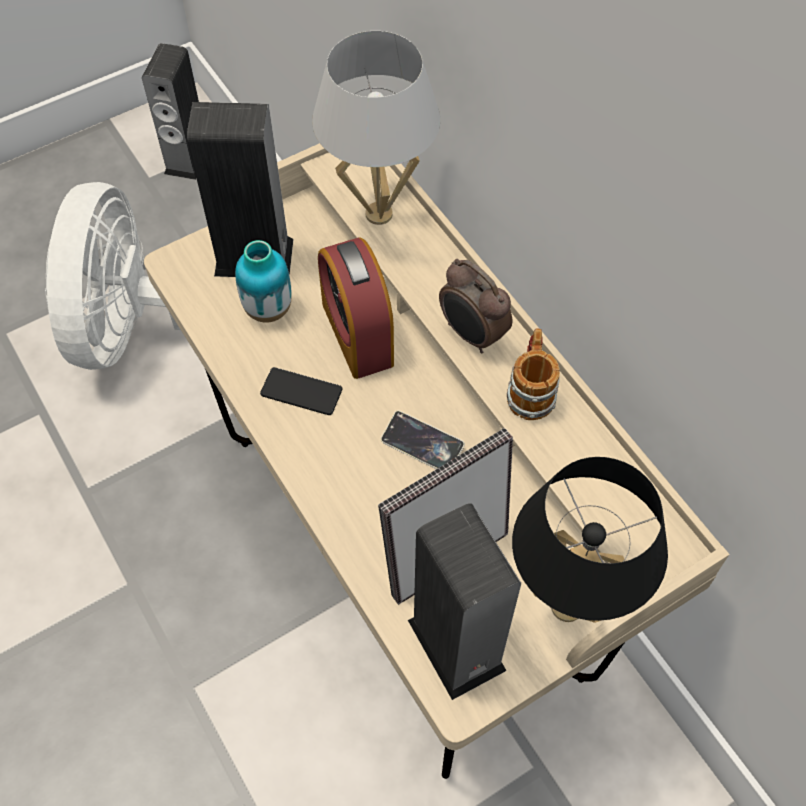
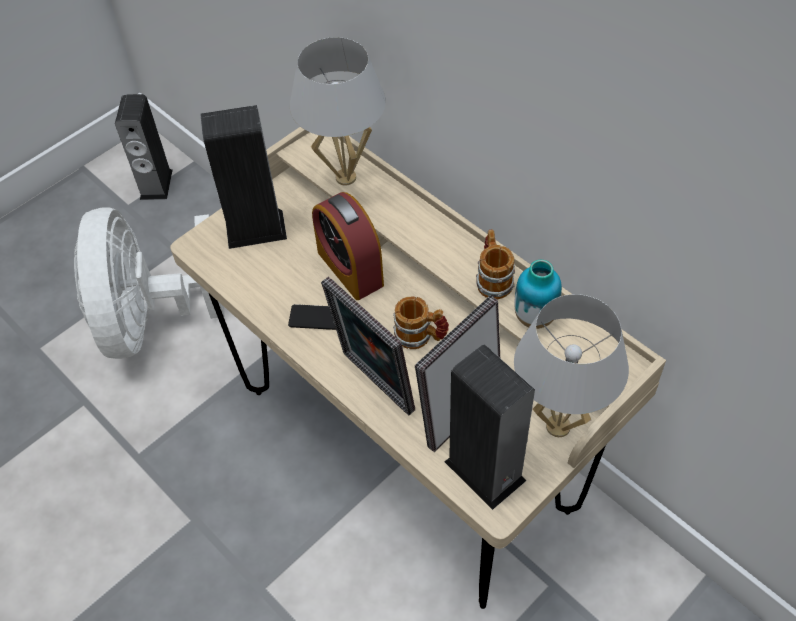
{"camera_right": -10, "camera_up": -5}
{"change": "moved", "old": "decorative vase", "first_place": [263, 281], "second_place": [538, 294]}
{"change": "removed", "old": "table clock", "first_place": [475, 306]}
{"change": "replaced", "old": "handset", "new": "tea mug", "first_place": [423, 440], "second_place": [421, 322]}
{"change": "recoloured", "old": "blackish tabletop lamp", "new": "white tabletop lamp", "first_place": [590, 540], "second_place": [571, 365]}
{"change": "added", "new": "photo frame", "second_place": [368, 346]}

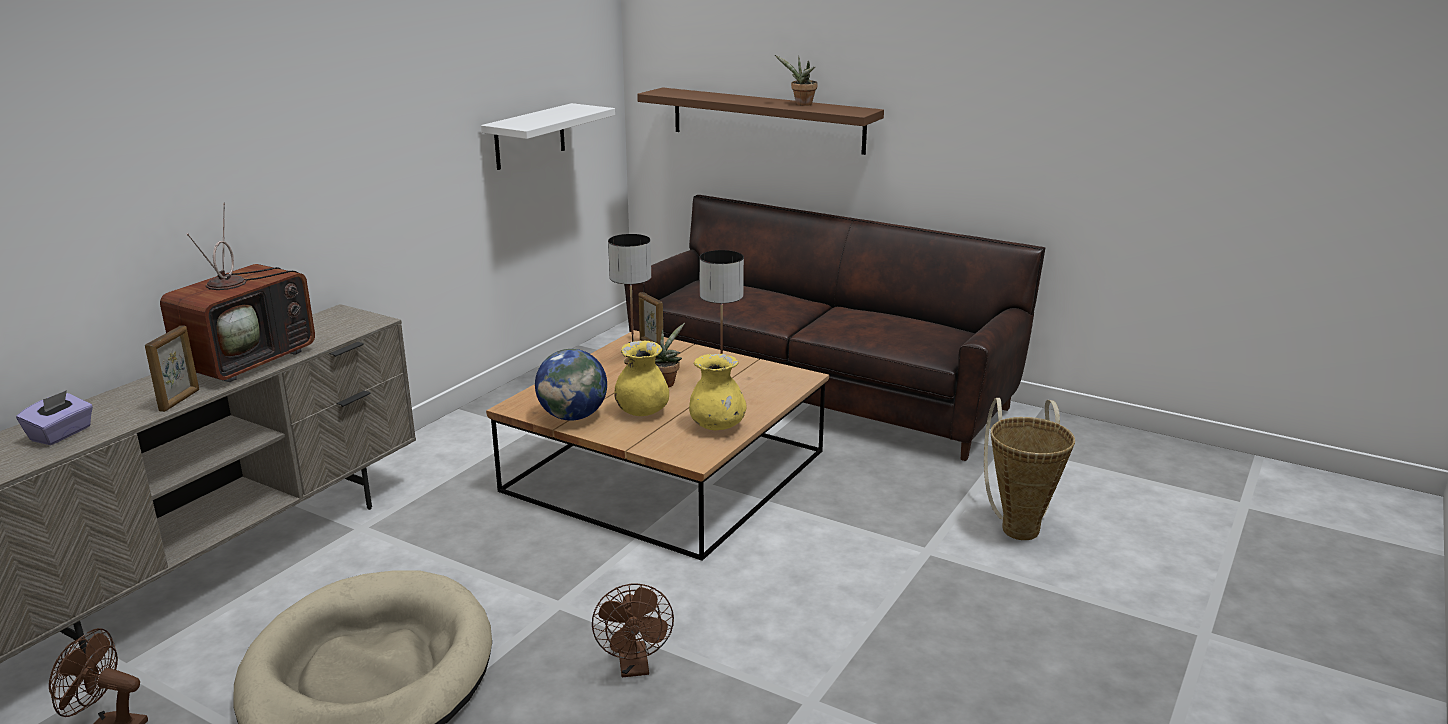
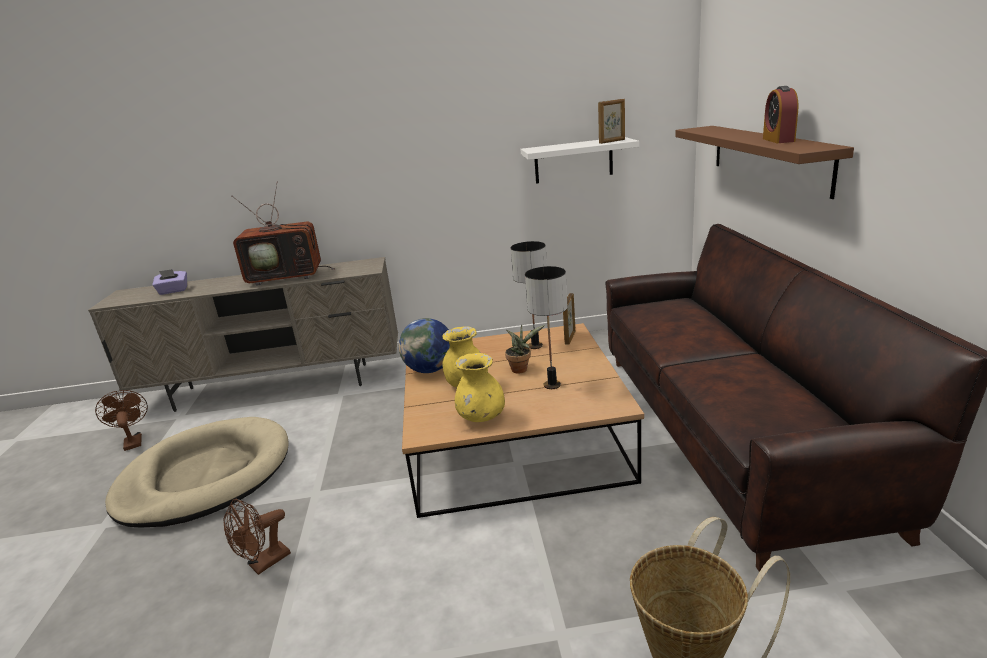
{"camera_right": 55, "camera_up": 0}
{"change": "replaced", "old": "houseplant", "new": "table clock", "first_place": [796, 80], "second_place": [781, 114]}
{"change": "moved", "old": "photo frame", "first_place": [172, 369], "second_place": [611, 121]}

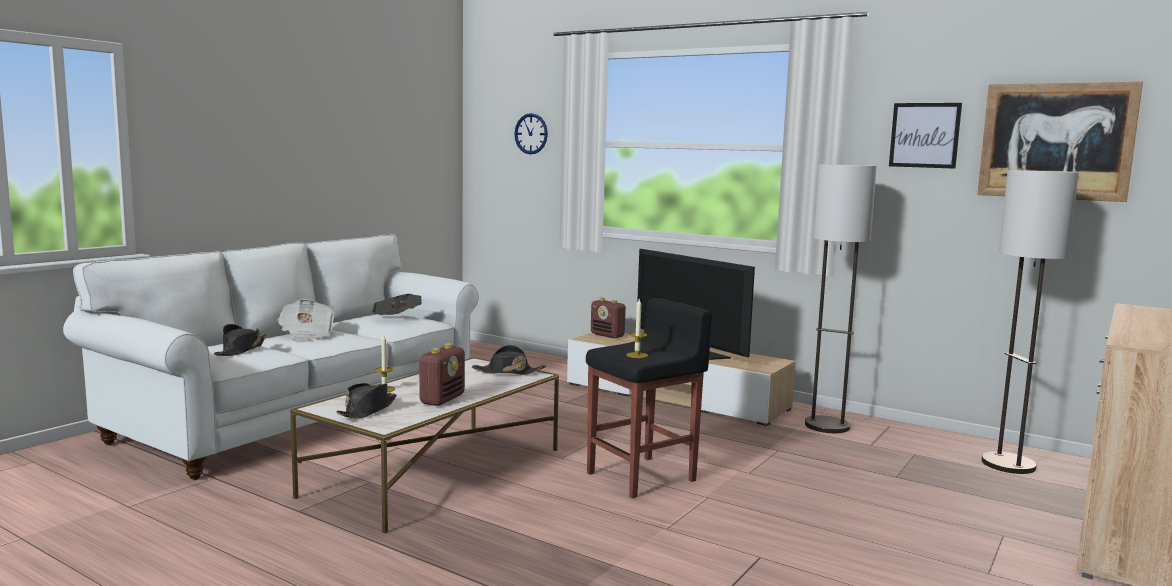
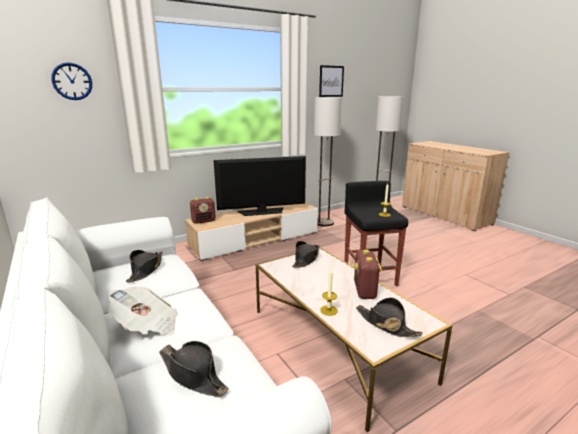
{"camera_right": -65, "camera_up": 10}
{"change": "removed", "old": "wall art", "first_place": [1060, 142]}
{"change": "replaced", "old": "newspaper", "new": "blackish hat", "first_place": [397, 304], "second_place": [144, 266]}
{"change": "turned", "old": "radio set", "first_place": [442, 374], "second_place": [368, 274], "degrees": -135}

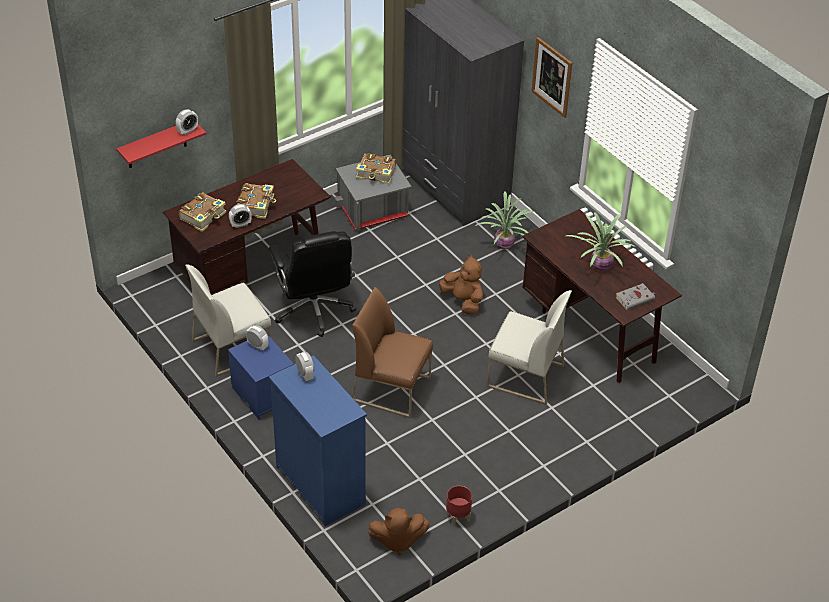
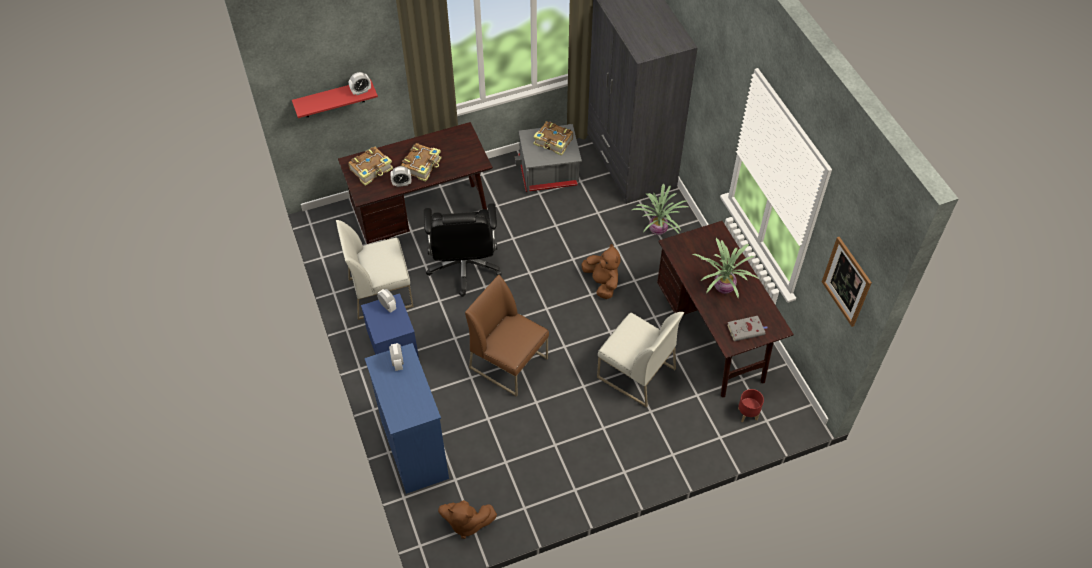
{"camera_right": 15, "camera_up": 10}
{"change": "moved", "old": "wall art", "first_place": [551, 77], "second_place": [847, 282]}
{"change": "moved", "old": "red planter", "first_place": [459, 506], "second_place": [751, 405]}

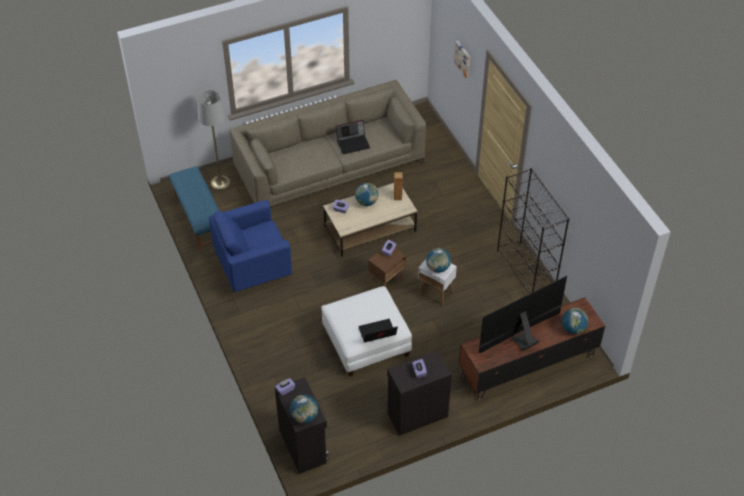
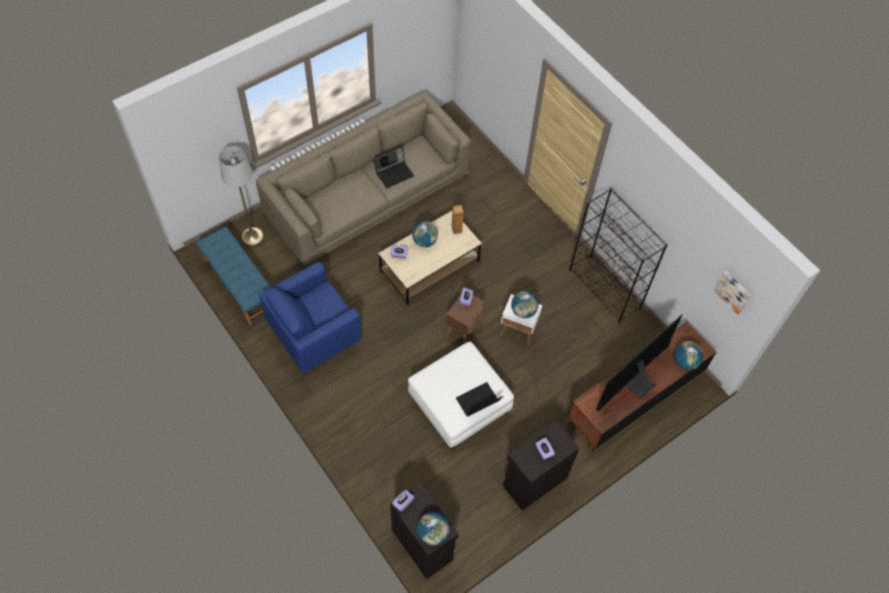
{"camera_right": -15, "camera_up": 10}
{"change": "moved", "old": "wall art", "first_place": [462, 59], "second_place": [732, 292]}

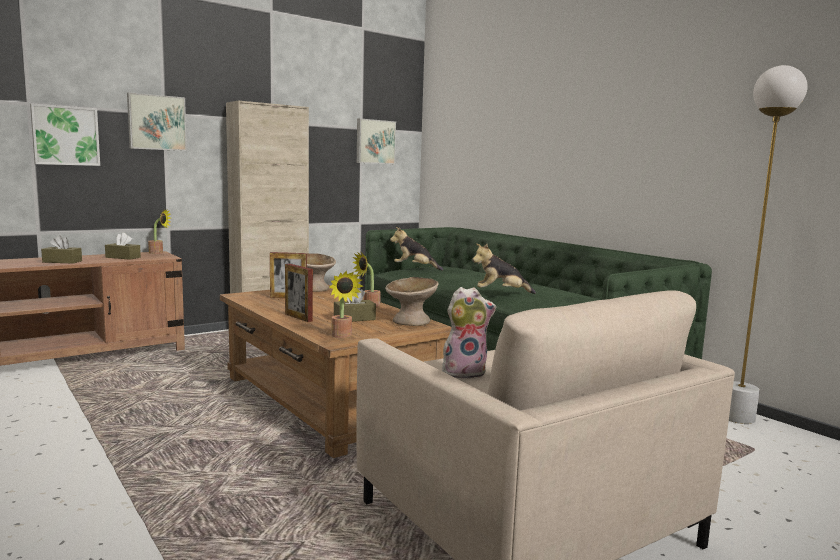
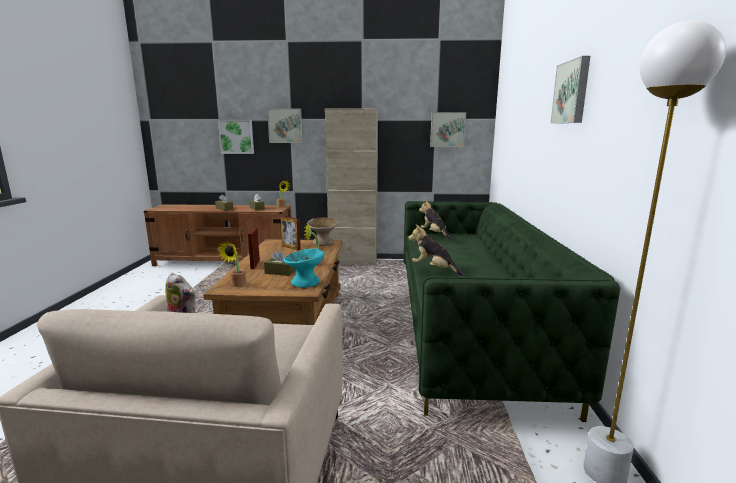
{"camera_right": 40, "camera_up": 5}
{"change": "recoloured", "old": "beige-coloured bowl", "new": "turquoise bowl", "first_place": [412, 301], "second_place": [304, 268]}
{"change": "added", "new": "wall art", "second_place": [570, 90]}

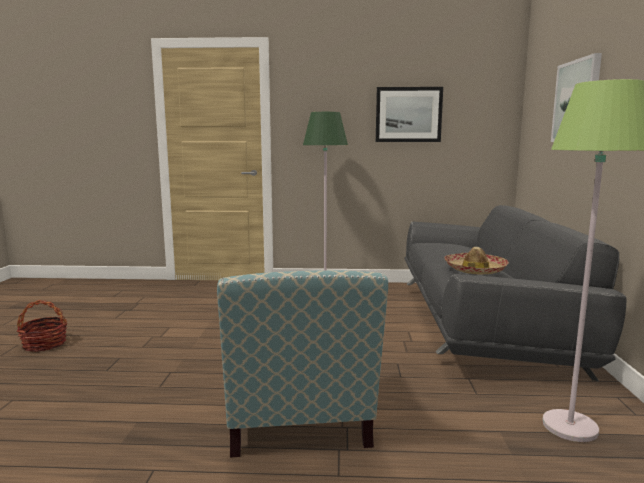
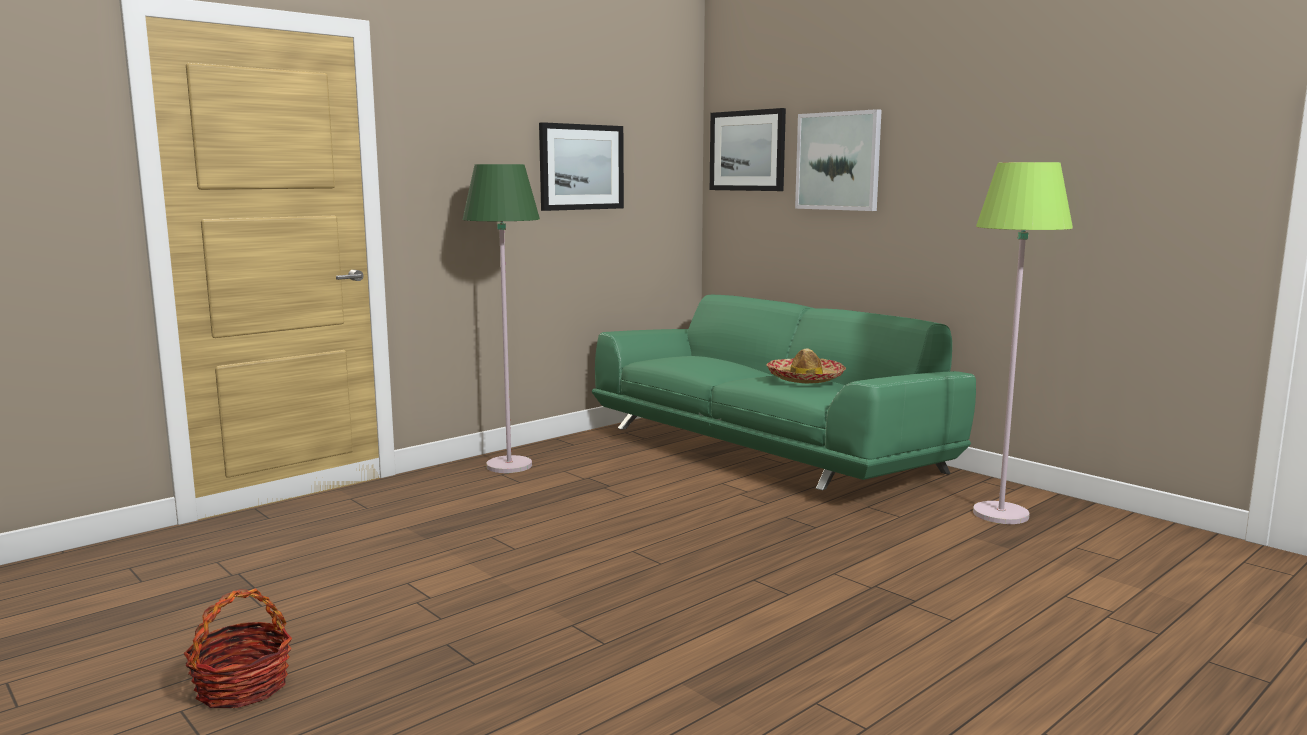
{"camera_right": -45, "camera_up": 0}
{"change": "recoloured", "old": "greyish sofa", "new": "greenish sofa", "first_place": [515, 293], "second_place": [784, 392]}
{"change": "removed", "old": "easy chair", "first_place": [302, 364]}
{"change": "added", "new": "wall art", "second_place": [748, 149]}

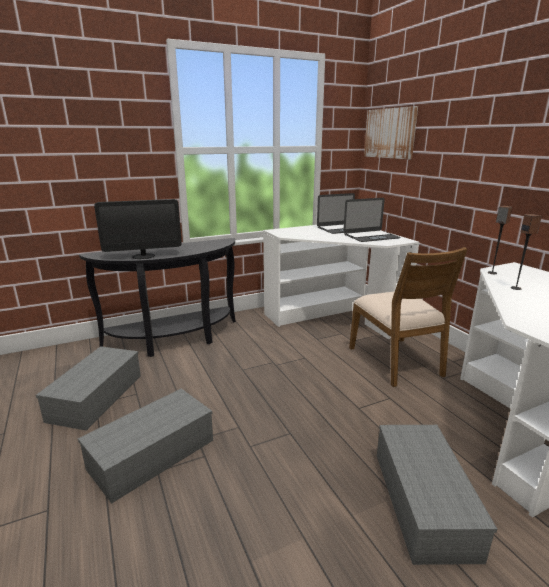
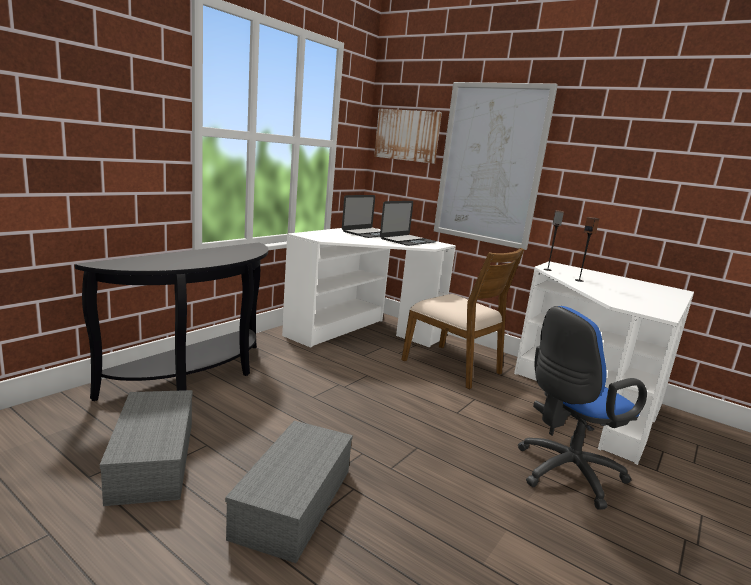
{"camera_right": -30, "camera_up": -5}
{"change": "removed", "old": "computer screen", "first_place": [137, 229]}
{"change": "replaced", "old": "greyish storage container", "new": "blue-coloured desk chair", "first_place": [437, 495], "second_place": [582, 408]}
{"change": "added", "new": "wall art", "second_place": [496, 166]}

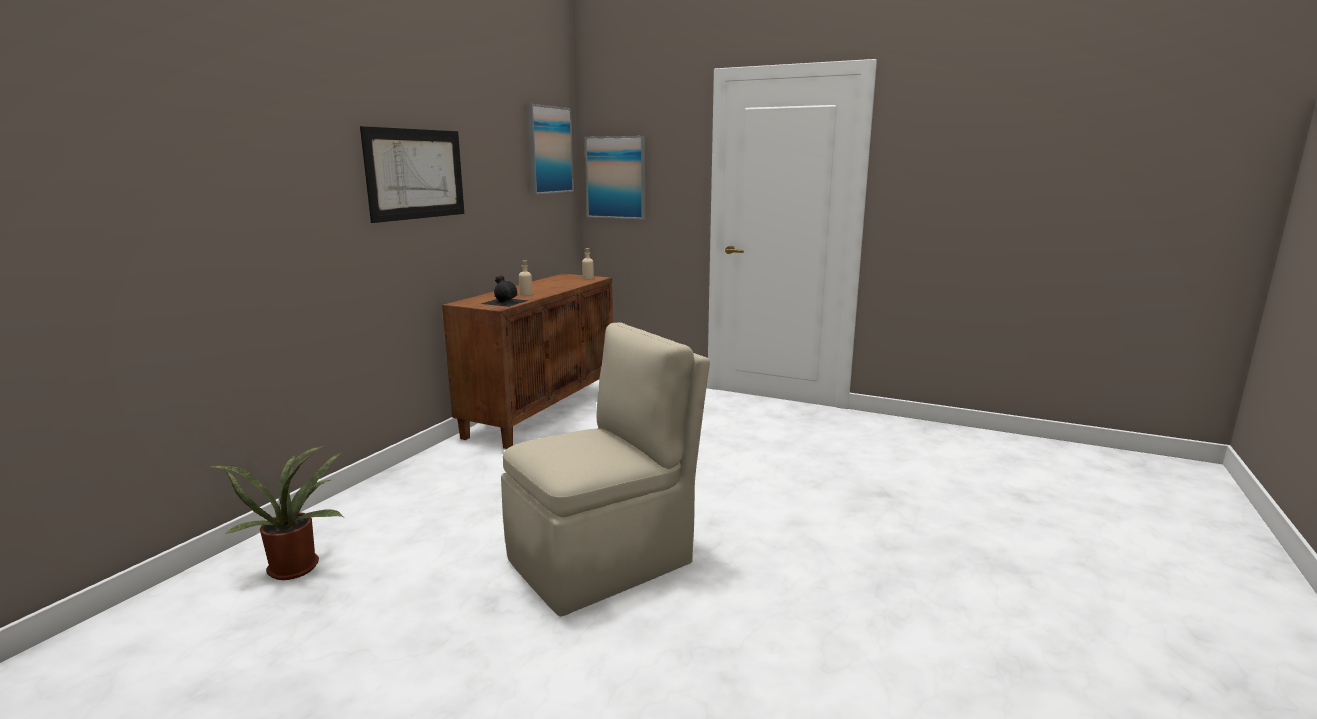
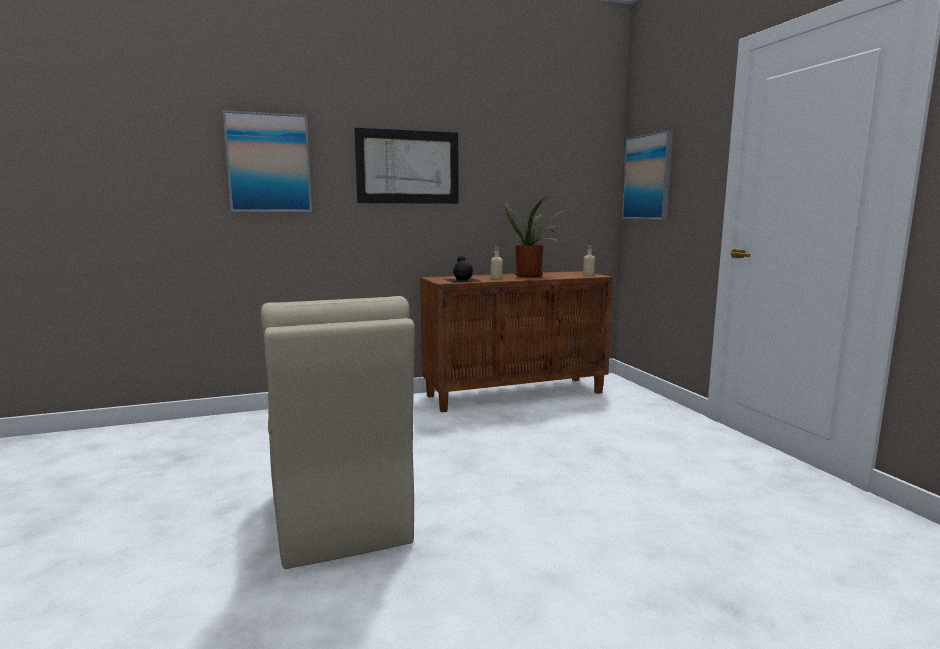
{"camera_right": 45, "camera_up": -5}
{"change": "moved", "old": "wall art", "first_place": [550, 149], "second_place": [267, 161]}
{"change": "turned", "old": "beige-coloured upright chair", "first_place": [605, 469], "second_place": [338, 432], "degrees": 60}
{"change": "moved", "old": "houseplant", "first_place": [275, 512], "second_place": [532, 236]}

